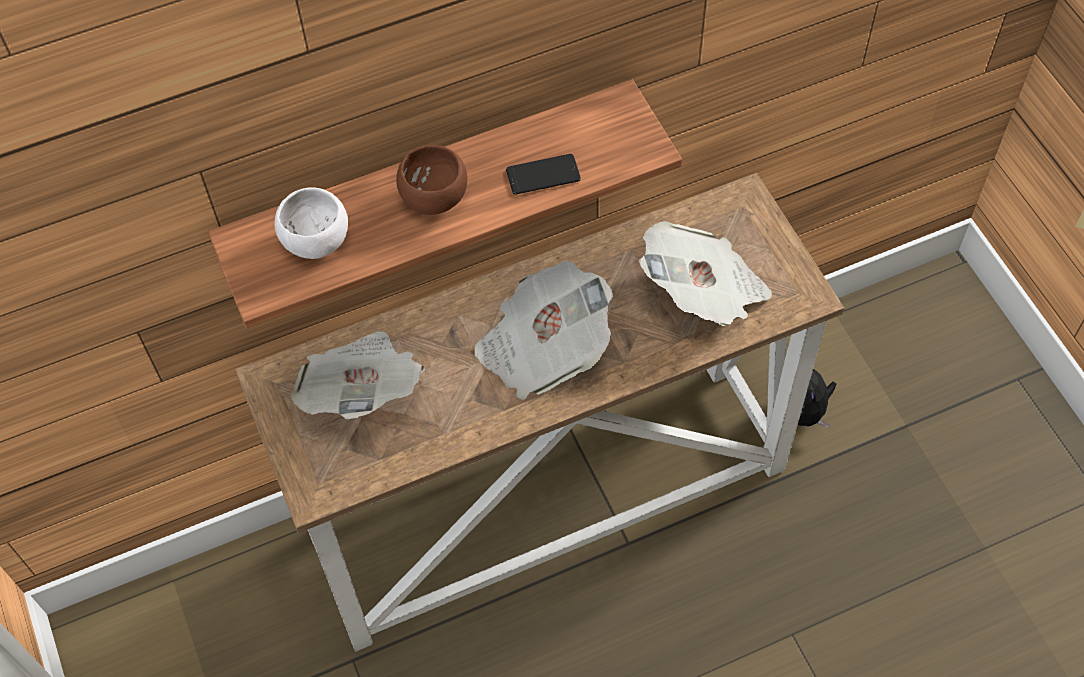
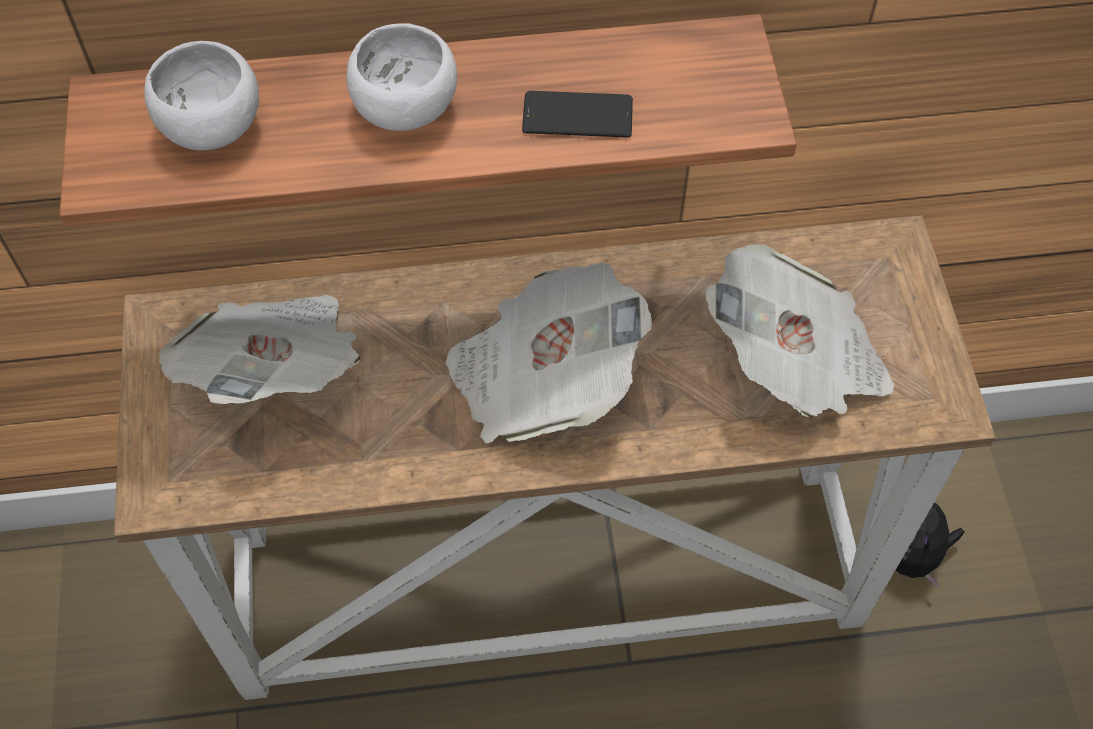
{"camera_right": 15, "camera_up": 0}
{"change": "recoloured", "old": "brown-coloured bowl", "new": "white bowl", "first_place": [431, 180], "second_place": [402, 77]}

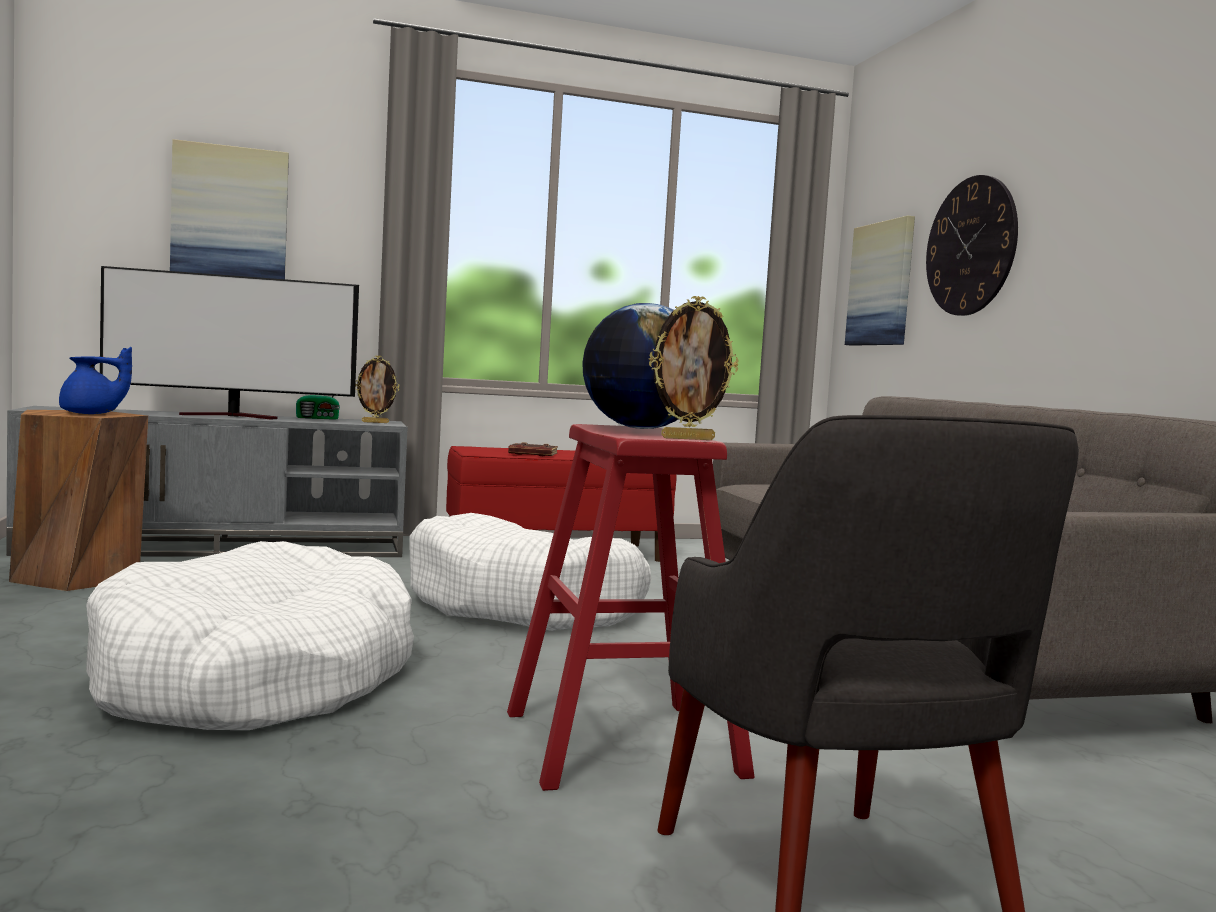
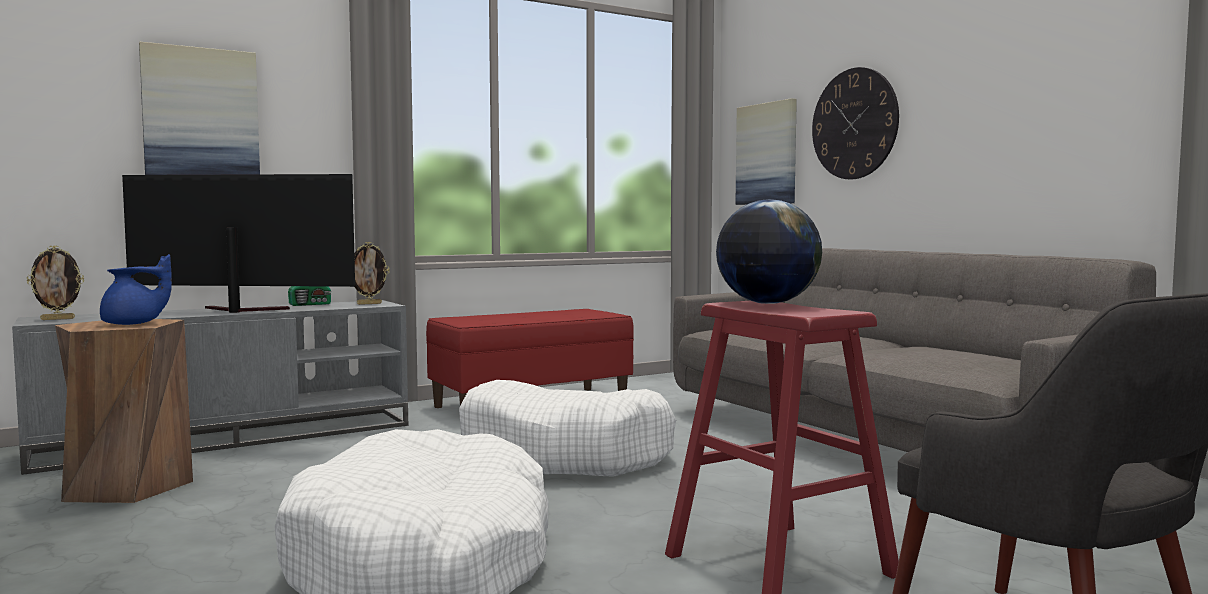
{"camera_right": -15, "camera_up": 0}
{"change": "turned", "old": "TV", "first_place": [229, 343], "second_place": [238, 243], "degrees": -150}
{"change": "moved", "old": "photo frame", "first_place": [693, 368], "second_place": [55, 283]}
{"change": "removed", "old": "brown-coloured volume", "first_place": [533, 449]}

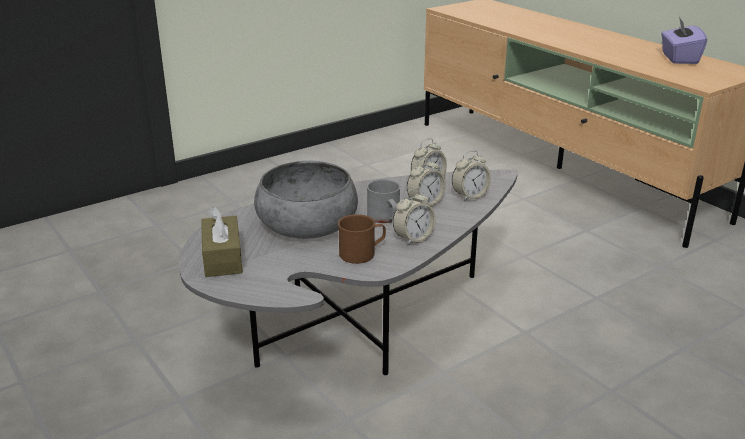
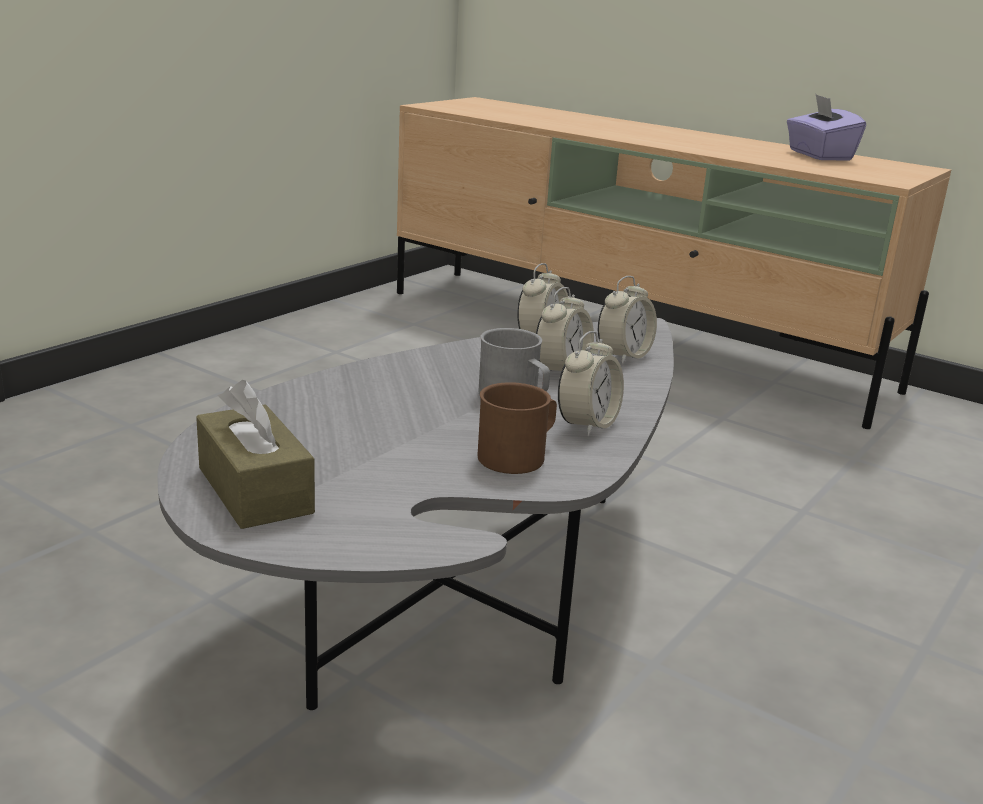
{"camera_right": -20, "camera_up": -5}
{"change": "removed", "old": "greyish bowl", "first_place": [306, 200]}

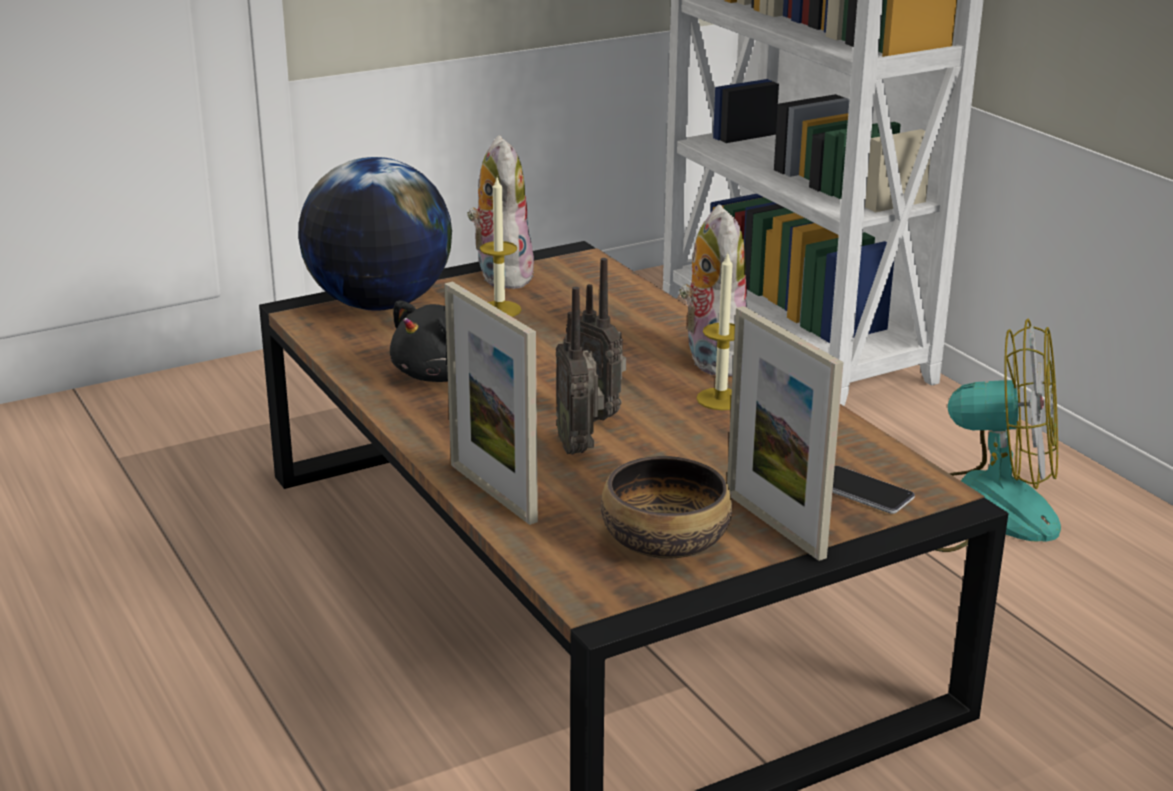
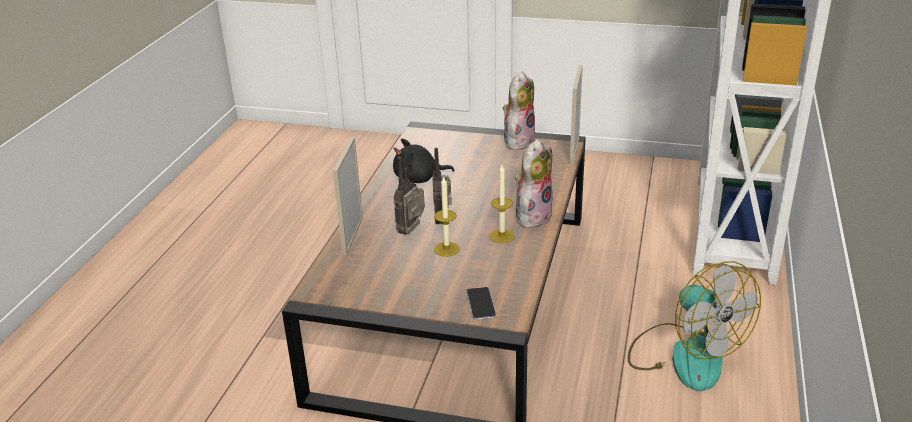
{"camera_right": 45, "camera_up": 5}
{"change": "removed", "old": "globe", "first_place": [375, 234]}
{"change": "moved", "old": "wax light", "first_place": [500, 247], "second_place": [447, 217]}
{"change": "moved", "old": "photo frame", "first_place": [785, 433], "second_place": [576, 115]}
{"change": "removed", "old": "bowl", "first_place": [666, 507]}

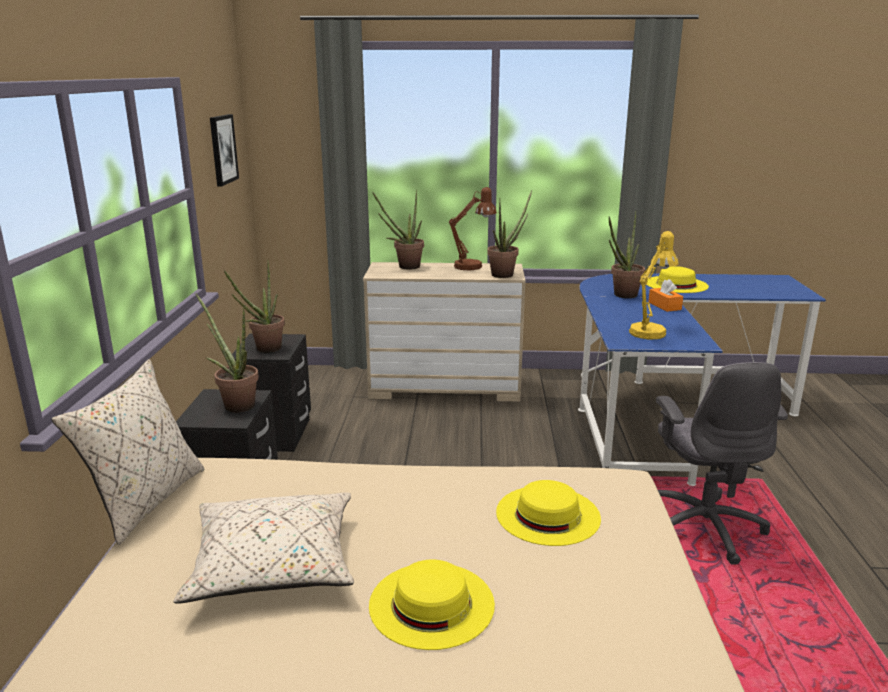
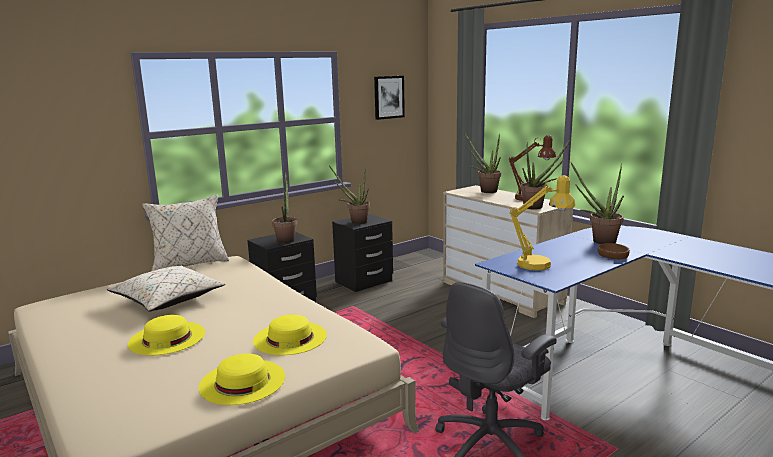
{"camera_right": 50, "camera_up": -5}
{"change": "moved", "old": "yellowish hat", "first_place": [678, 279], "second_place": [242, 379]}
{"change": "replaced", "old": "orangey tissue box", "new": "brown-coloured bowl", "first_place": [665, 295], "second_place": [614, 251]}

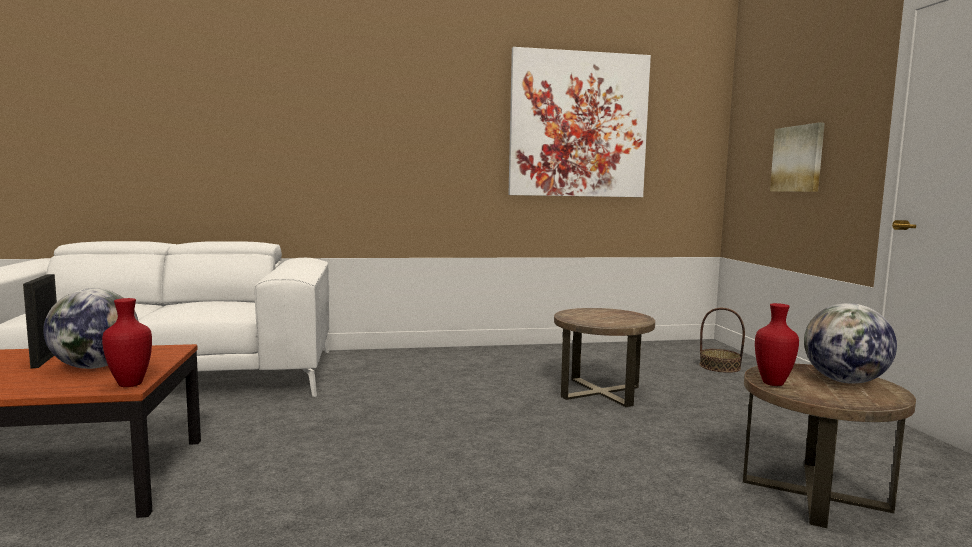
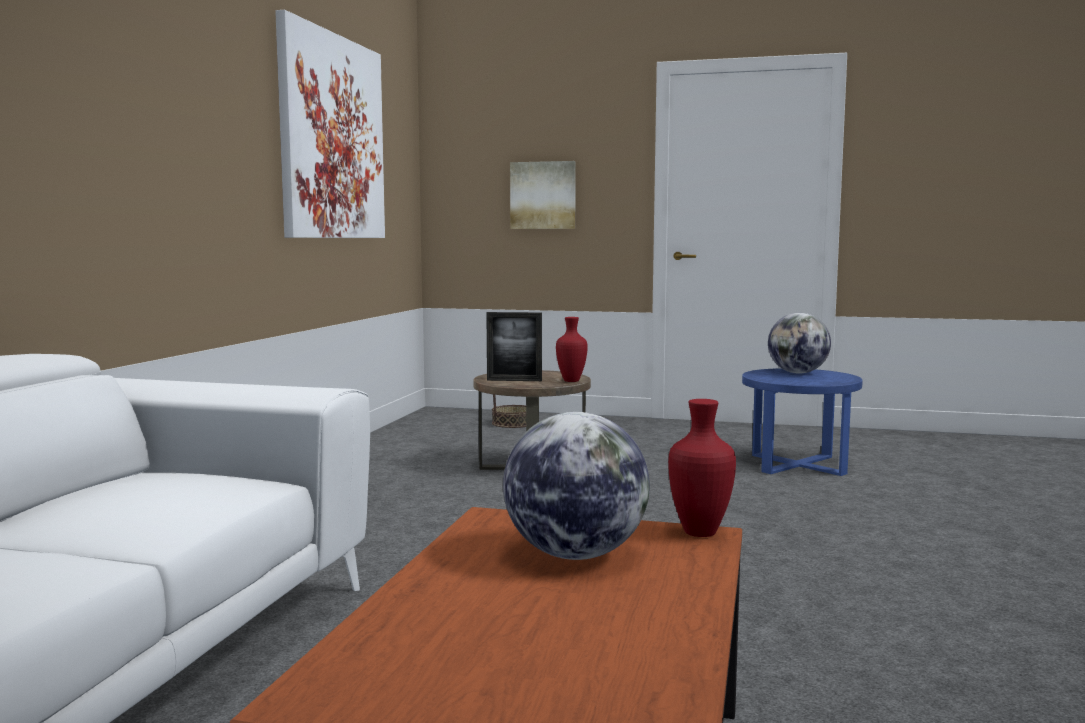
{"camera_right": -65, "camera_up": 0}
{"change": "moved", "old": "photo frame", "first_place": [40, 321], "second_place": [514, 346]}
{"change": "moved", "old": "red decorative vase", "first_place": [777, 344], "second_place": [572, 349]}
{"change": "recoloured", "old": "brown-coloured end table", "new": "blue-coloured end table", "first_place": [829, 446], "second_place": [802, 422]}

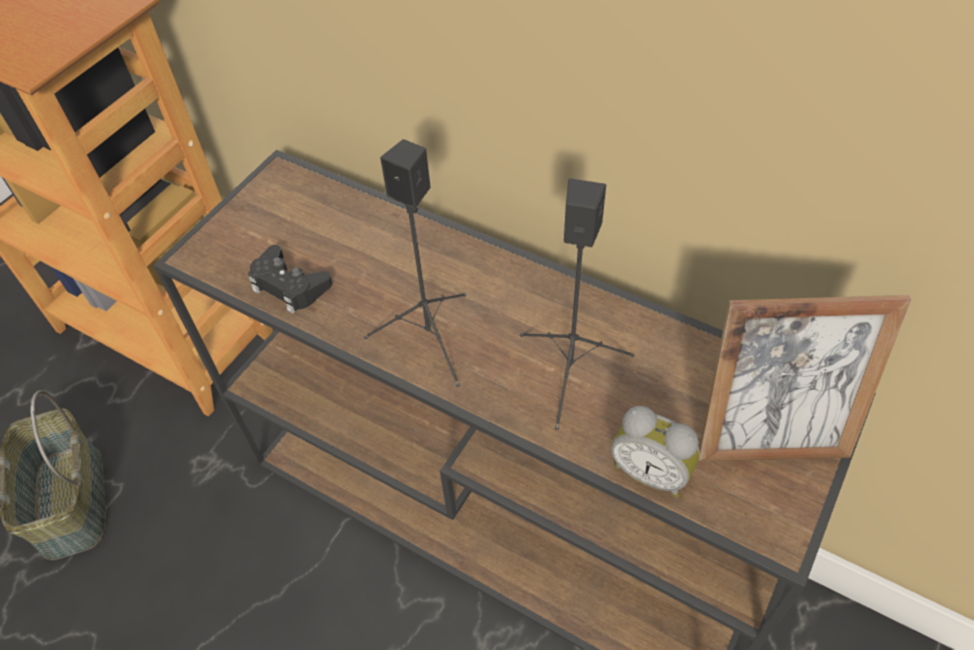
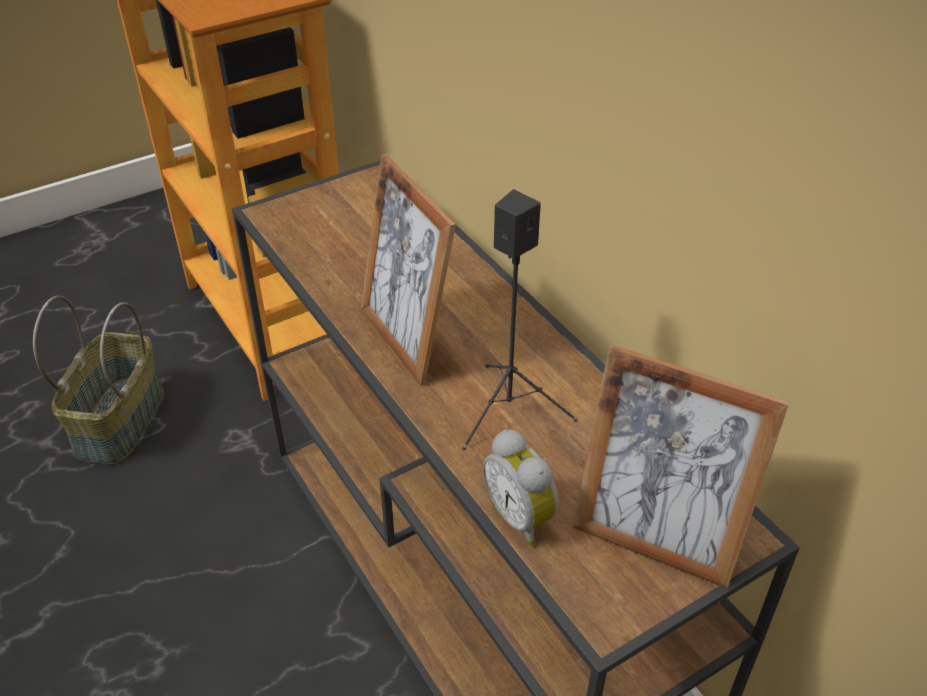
{"camera_right": 25, "camera_up": -10}
{"change": "replaced", "old": "blackish loudspeaker", "new": "photo frame", "first_place": [415, 263], "second_place": [408, 270]}
{"change": "removed", "old": "blackish gamepad", "first_place": [290, 279]}

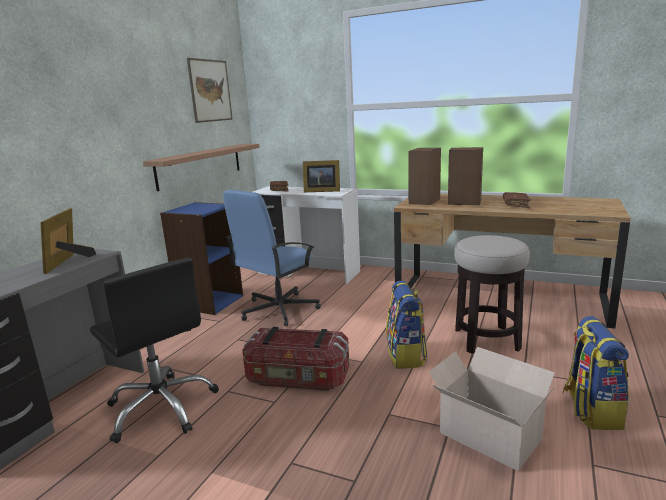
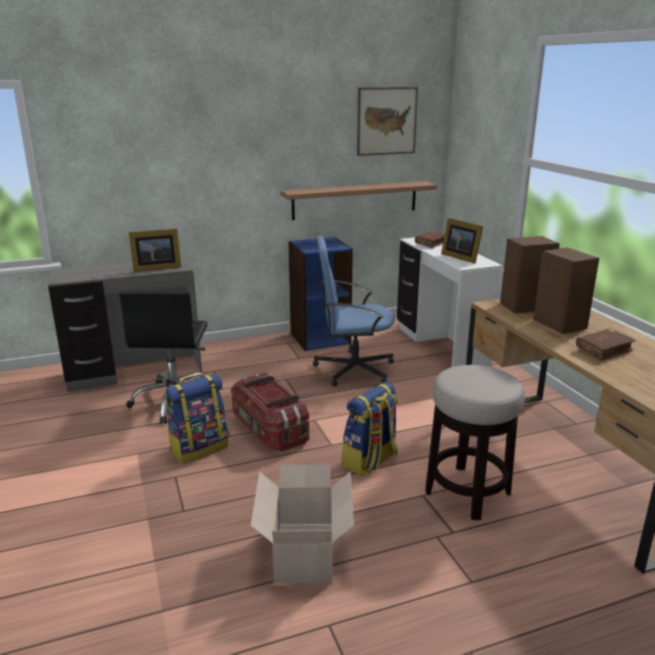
{"camera_right": 45, "camera_up": 5}
{"change": "turned", "old": "photo frame", "first_place": [68, 241], "second_place": [155, 250], "degrees": -150}
{"change": "moved", "old": "knapsack", "first_place": [595, 373], "second_place": [196, 418]}

